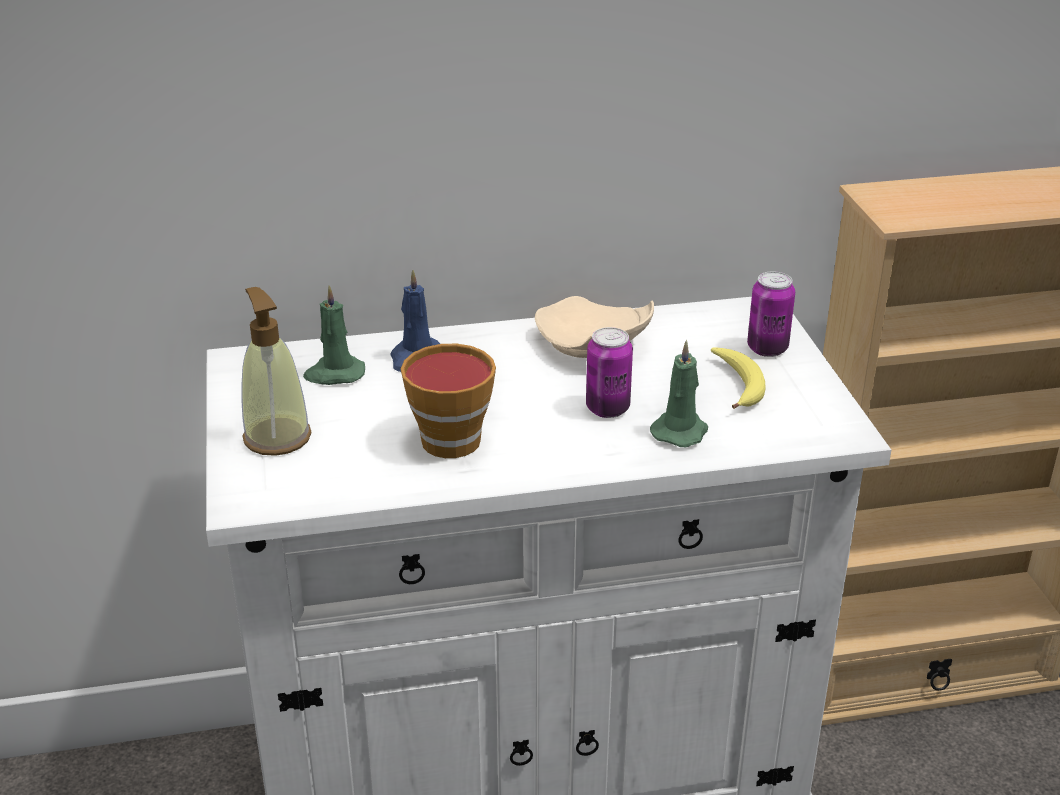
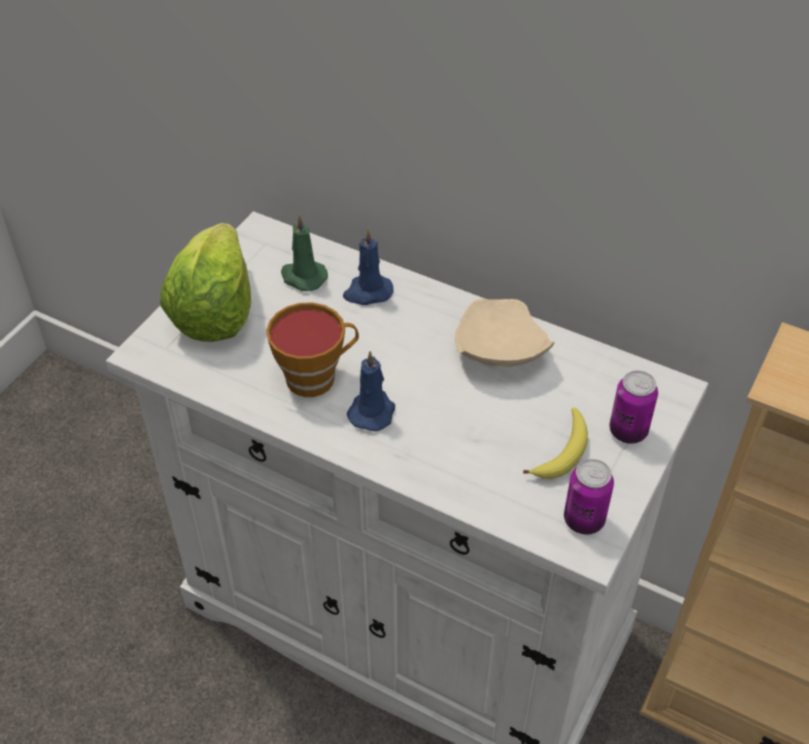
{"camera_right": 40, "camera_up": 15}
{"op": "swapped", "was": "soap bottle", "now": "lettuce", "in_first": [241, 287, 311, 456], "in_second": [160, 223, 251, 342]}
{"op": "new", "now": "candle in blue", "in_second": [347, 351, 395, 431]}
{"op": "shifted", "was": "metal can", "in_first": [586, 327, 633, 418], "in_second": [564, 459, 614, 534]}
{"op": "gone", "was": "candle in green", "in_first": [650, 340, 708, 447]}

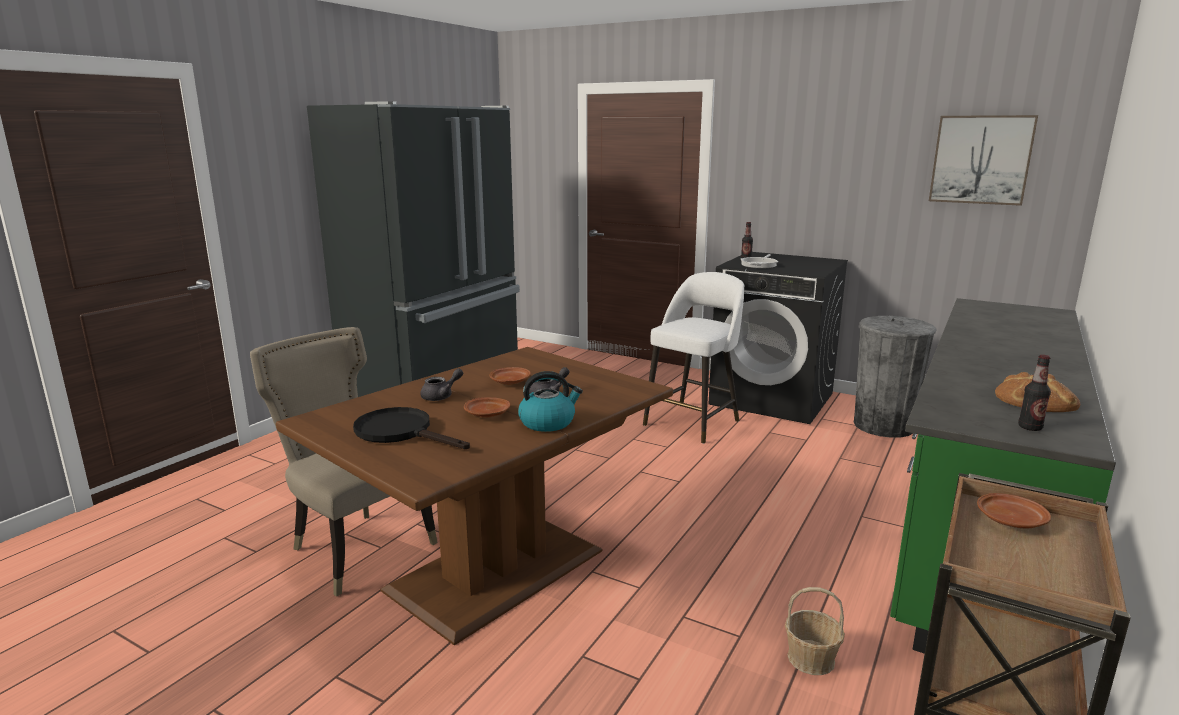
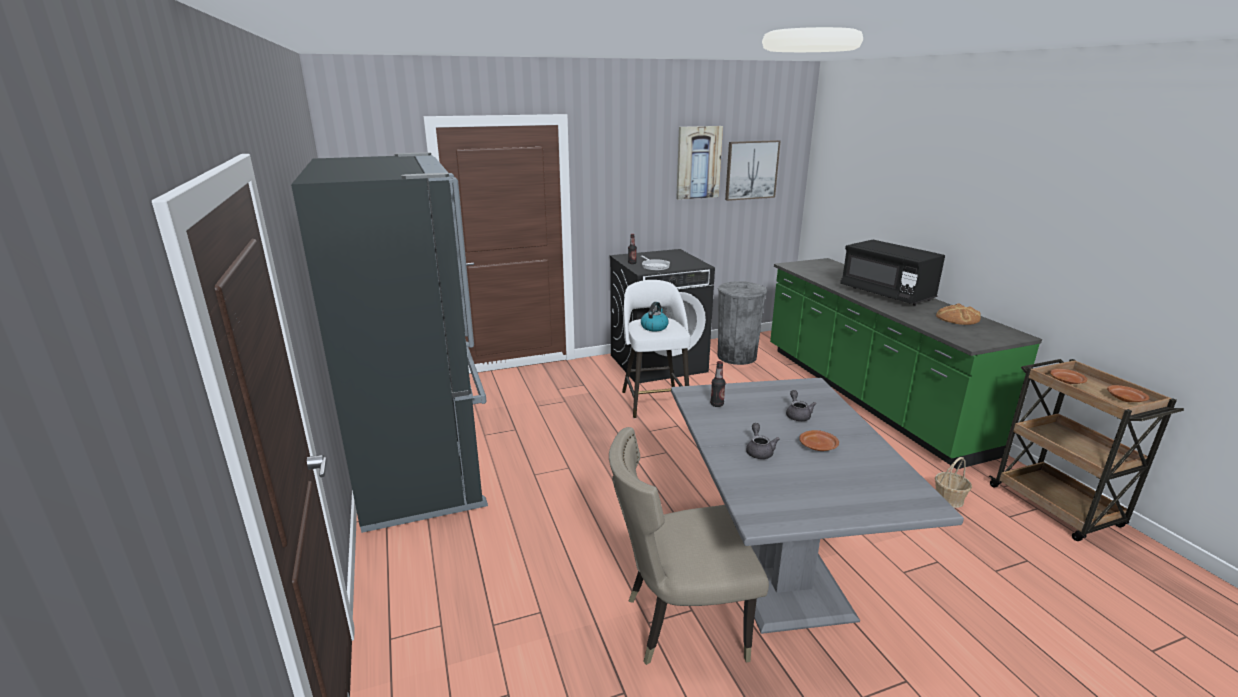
{"camera_right": -50, "camera_up": 5}
{"op": "shifted", "was": "kettle", "in_first": [518, 371, 583, 432], "in_second": [641, 302, 669, 331]}
{"op": "repainted", "was": "dinner table in brown-coloured", "now": "dinner table in grey", "in_first": [276, 347, 673, 645], "in_second": [671, 378, 964, 634]}
{"op": "new", "now": "wall art", "in_second": [676, 126, 723, 200]}
{"op": "shifted", "was": "drink bottle", "in_first": [1018, 355, 1051, 431], "in_second": [710, 361, 726, 407]}
{"op": "new", "now": "microwave in black-coloured", "in_second": [840, 240, 945, 306]}
{"op": "shifted", "was": "plate in brown-coloured", "in_first": [489, 367, 531, 385], "in_second": [1107, 385, 1149, 402]}
{"op": "gone", "was": "pan in black-coloured", "in_first": [353, 407, 470, 449]}

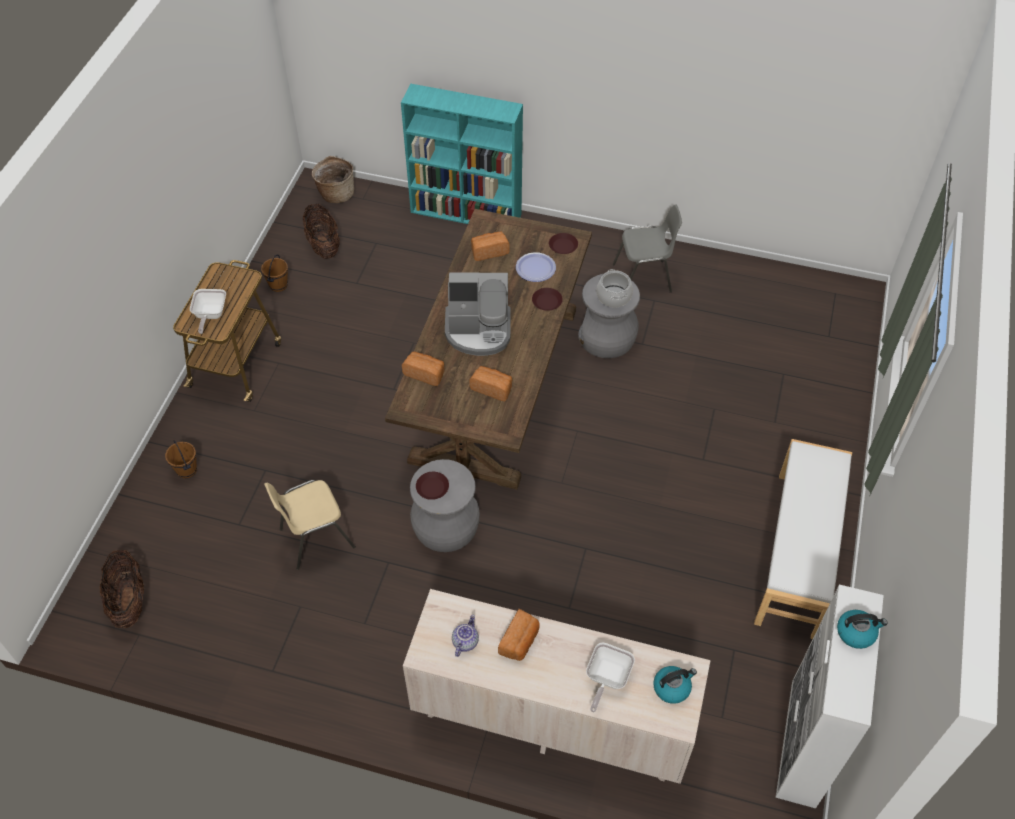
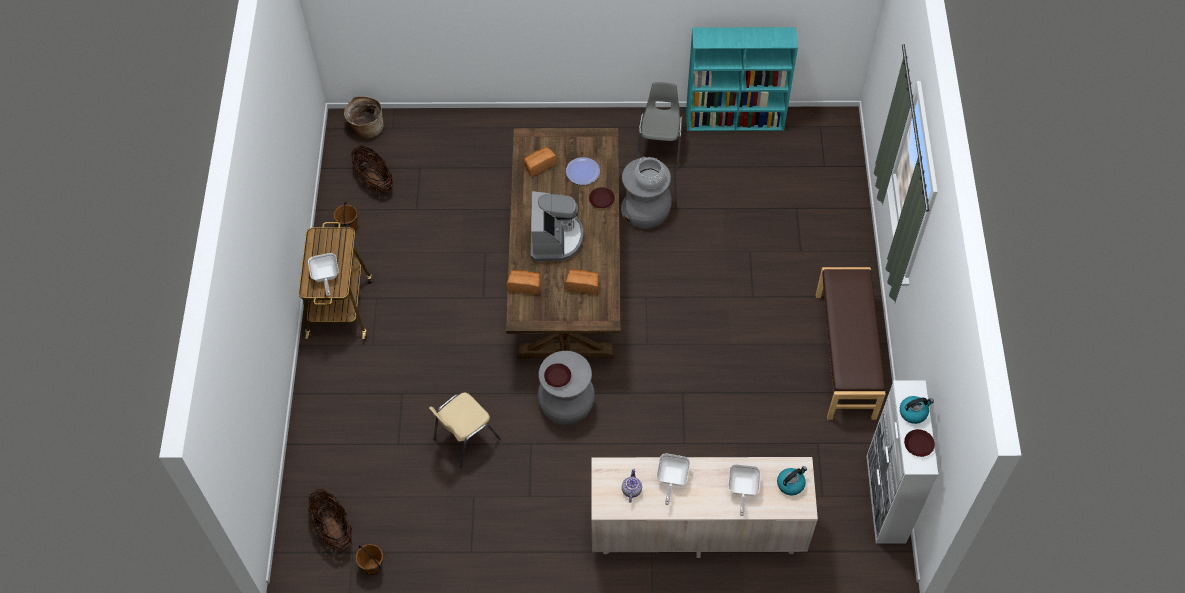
{"camera_right": -15, "camera_up": 5}
{"op": "shifted", "was": "water bucket in brown-coloured", "in_first": [165, 440, 197, 479], "in_second": [356, 544, 383, 575]}
{"op": "rotated", "was": "coffee brewer", "in_first": [445, 273, 511, 356], "in_second": [531, 191, 583, 261], "clockwise": -75}
{"op": "rotated", "was": "plain chair in grey", "in_first": [613, 205, 682, 293], "in_second": [637, 82, 683, 170], "clockwise": -60}
{"op": "swapped", "was": "bread", "now": "pan", "in_first": [498, 609, 540, 661], "in_second": [656, 454, 690, 505]}
{"op": "shifted", "was": "shelving unit in turquoise", "in_first": [401, 84, 523, 224], "in_second": [686, 27, 798, 131]}
{"op": "repainted", "was": "indoor bench in white-coloured", "now": "indoor bench in brown-coloured", "in_first": [754, 439, 852, 639], "in_second": [816, 267, 886, 420]}
{"op": "shifted", "was": "plate in brown-coloured", "in_first": [549, 233, 578, 254], "in_second": [904, 429, 935, 457]}

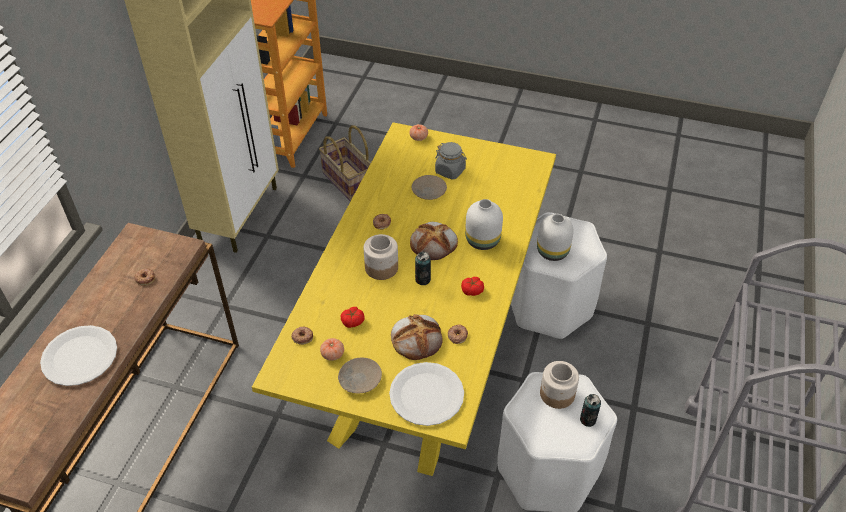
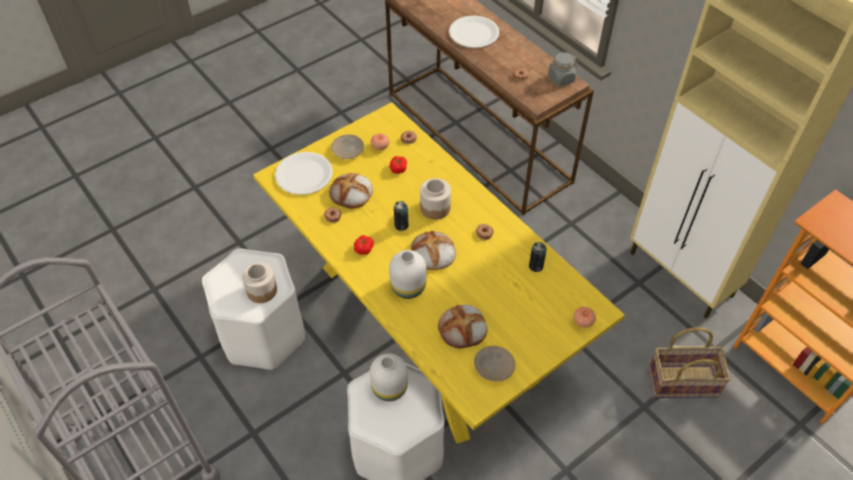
{"camera_right": 125, "camera_up": 5}
{"op": "new", "now": "bread", "in_second": [438, 305, 487, 348]}
{"op": "shifted", "was": "plate in beige", "in_first": [412, 175, 447, 200], "in_second": [474, 346, 515, 381]}
{"op": "shifted", "was": "metal can", "in_first": [580, 394, 601, 427], "in_second": [529, 242, 547, 272]}
{"op": "shifted", "was": "storage jar in grey", "in_first": [435, 142, 467, 180], "in_second": [548, 52, 577, 86]}

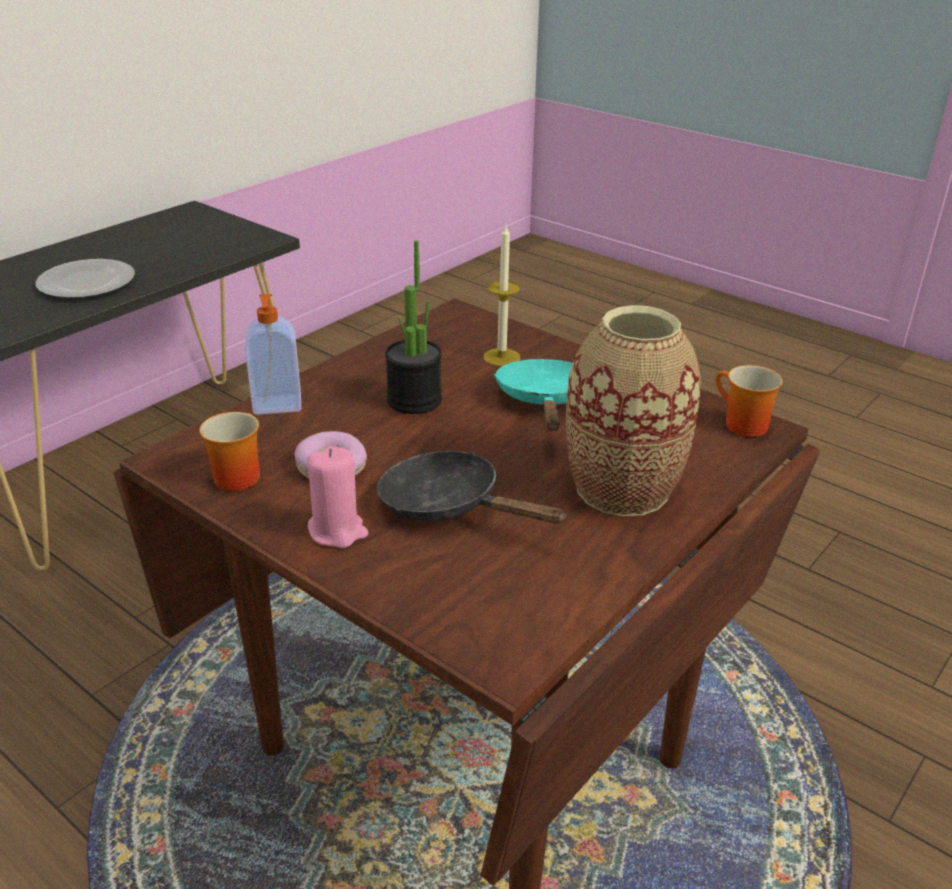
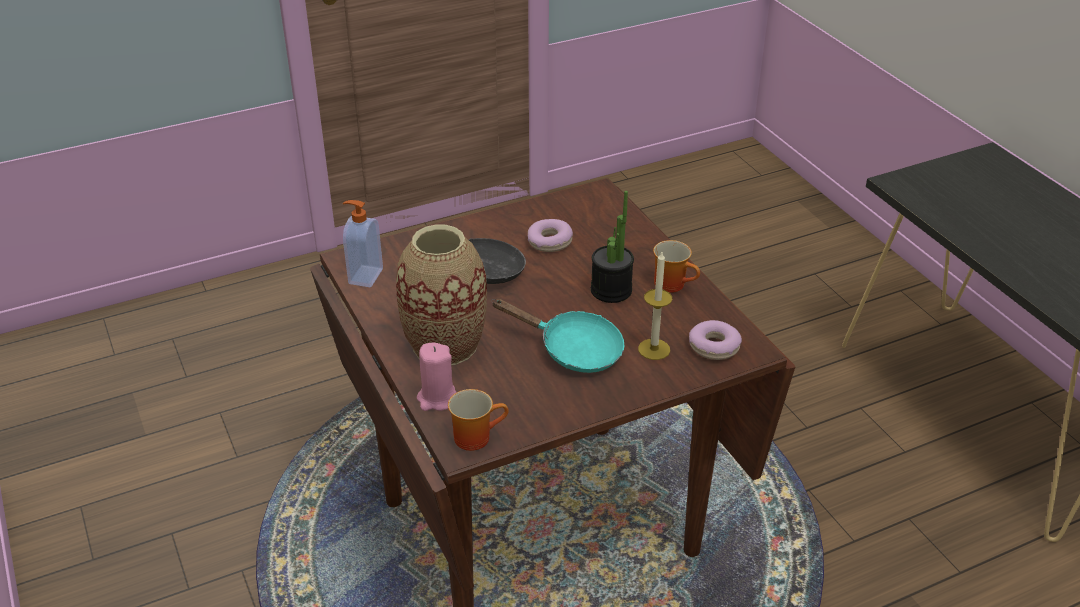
{"camera_right": 115, "camera_up": 5}
{"op": "shifted", "was": "soap bottle", "in_first": [245, 294, 301, 415], "in_second": [343, 200, 383, 288]}
{"op": "shifted", "was": "candle in pinkish", "in_first": [307, 446, 368, 548], "in_second": [417, 343, 457, 411]}
{"op": "shifted", "was": "mug", "in_first": [199, 412, 260, 491], "in_second": [653, 240, 700, 293]}
{"op": "new", "now": "doughnut", "in_second": [689, 320, 742, 360]}
{"op": "gone", "was": "plate", "in_first": [36, 259, 135, 298]}

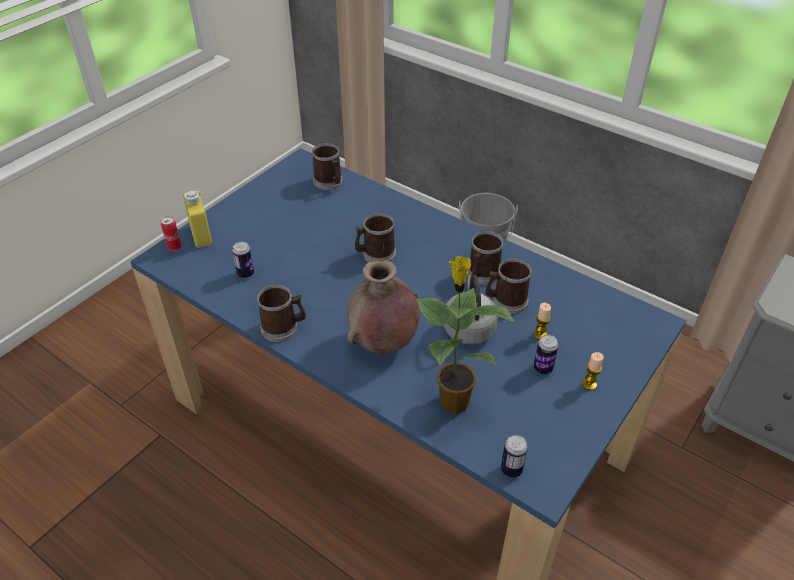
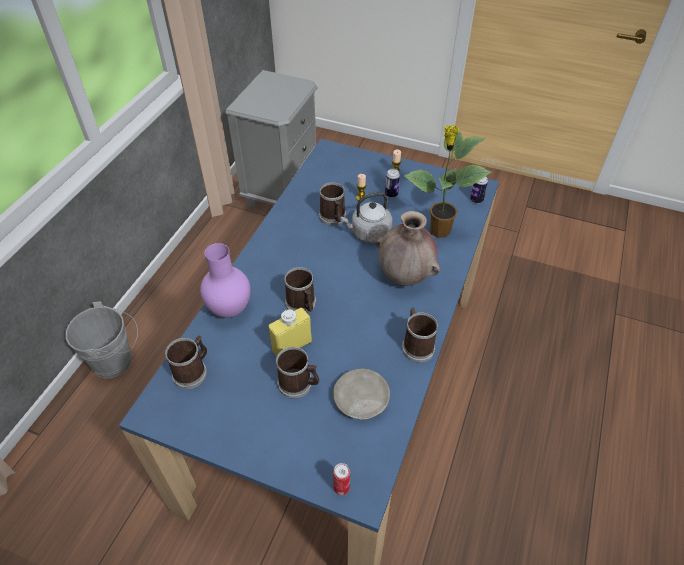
{"camera_right": -105, "camera_up": 5}
{"op": "new", "now": "vase in purplish", "in_second": [200, 243, 251, 318]}
{"op": "shifted", "was": "drink bottle in yellow", "in_first": [183, 191, 212, 248], "in_second": [268, 308, 312, 357]}
{"op": "shifted", "was": "mug", "in_first": [468, 231, 503, 285], "in_second": [276, 347, 319, 399]}
{"op": "swapped", "was": "metal can", "now": "plate in beige", "in_first": [232, 242, 254, 278], "in_second": [333, 369, 390, 420]}

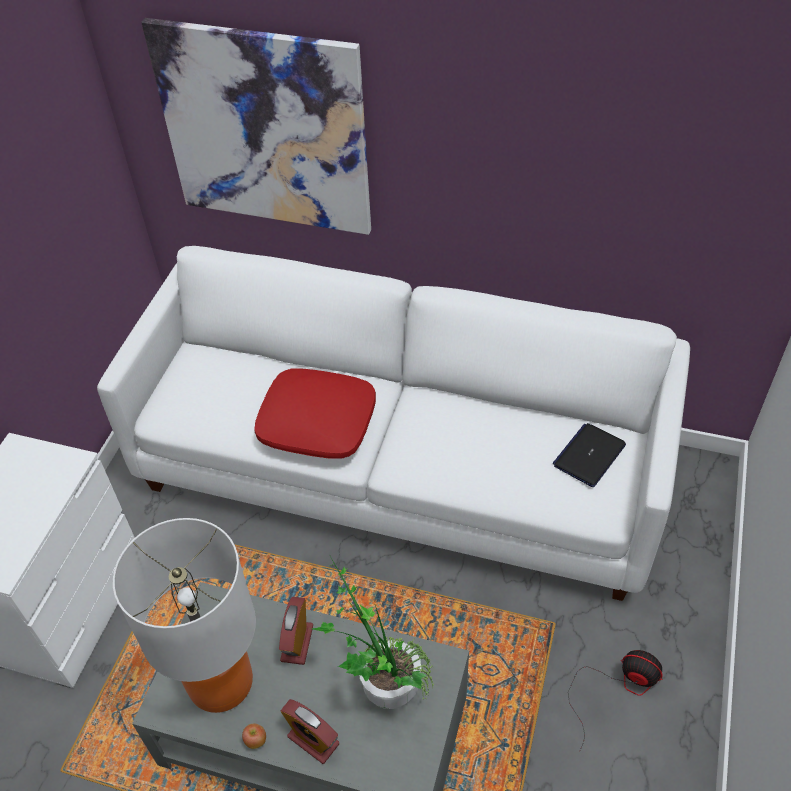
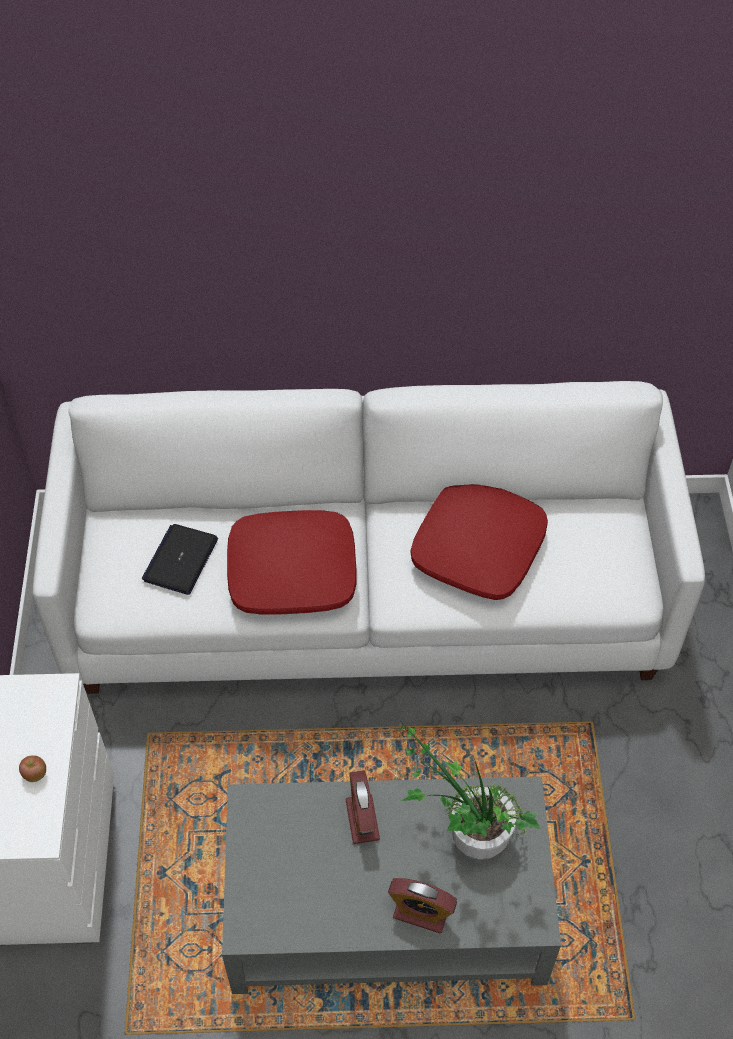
{"camera_right": -20, "camera_up": 5}
{"op": "shifted", "was": "apple", "in_first": [242, 724, 266, 749], "in_second": [19, 755, 46, 782]}
{"op": "shifted", "was": "laptop", "in_first": [552, 423, 626, 487], "in_second": [142, 524, 218, 595]}
{"op": "new", "now": "throw pillow in red", "in_second": [410, 484, 548, 600]}
{"op": "gone", "was": "table lamp", "in_first": [113, 518, 256, 713]}
{"op": "gone", "was": "wall art", "in_first": [141, 18, 371, 235]}
{"op": "gone", "was": "fan", "in_first": [568, 650, 663, 750]}

